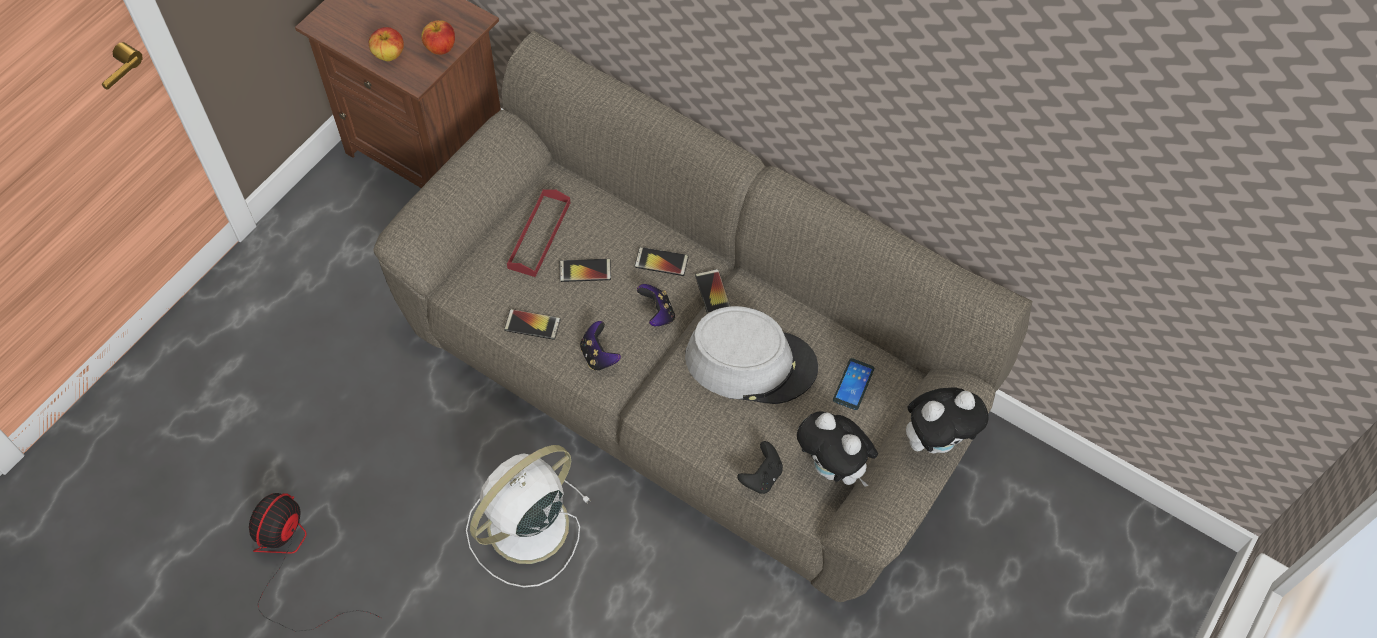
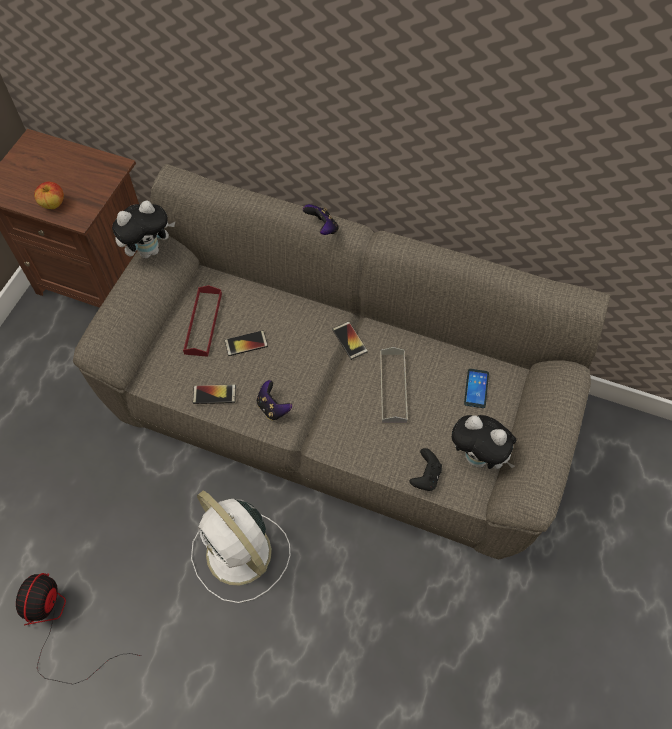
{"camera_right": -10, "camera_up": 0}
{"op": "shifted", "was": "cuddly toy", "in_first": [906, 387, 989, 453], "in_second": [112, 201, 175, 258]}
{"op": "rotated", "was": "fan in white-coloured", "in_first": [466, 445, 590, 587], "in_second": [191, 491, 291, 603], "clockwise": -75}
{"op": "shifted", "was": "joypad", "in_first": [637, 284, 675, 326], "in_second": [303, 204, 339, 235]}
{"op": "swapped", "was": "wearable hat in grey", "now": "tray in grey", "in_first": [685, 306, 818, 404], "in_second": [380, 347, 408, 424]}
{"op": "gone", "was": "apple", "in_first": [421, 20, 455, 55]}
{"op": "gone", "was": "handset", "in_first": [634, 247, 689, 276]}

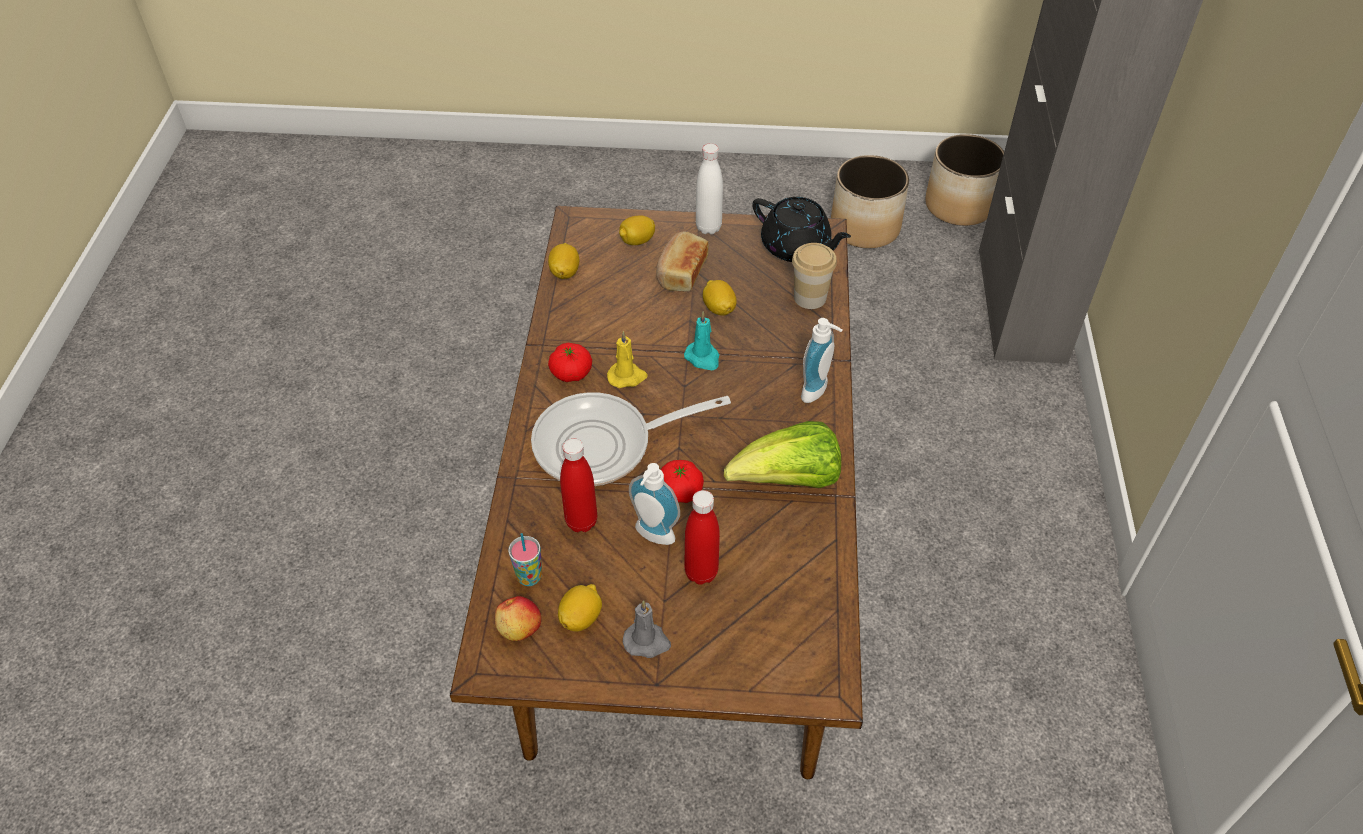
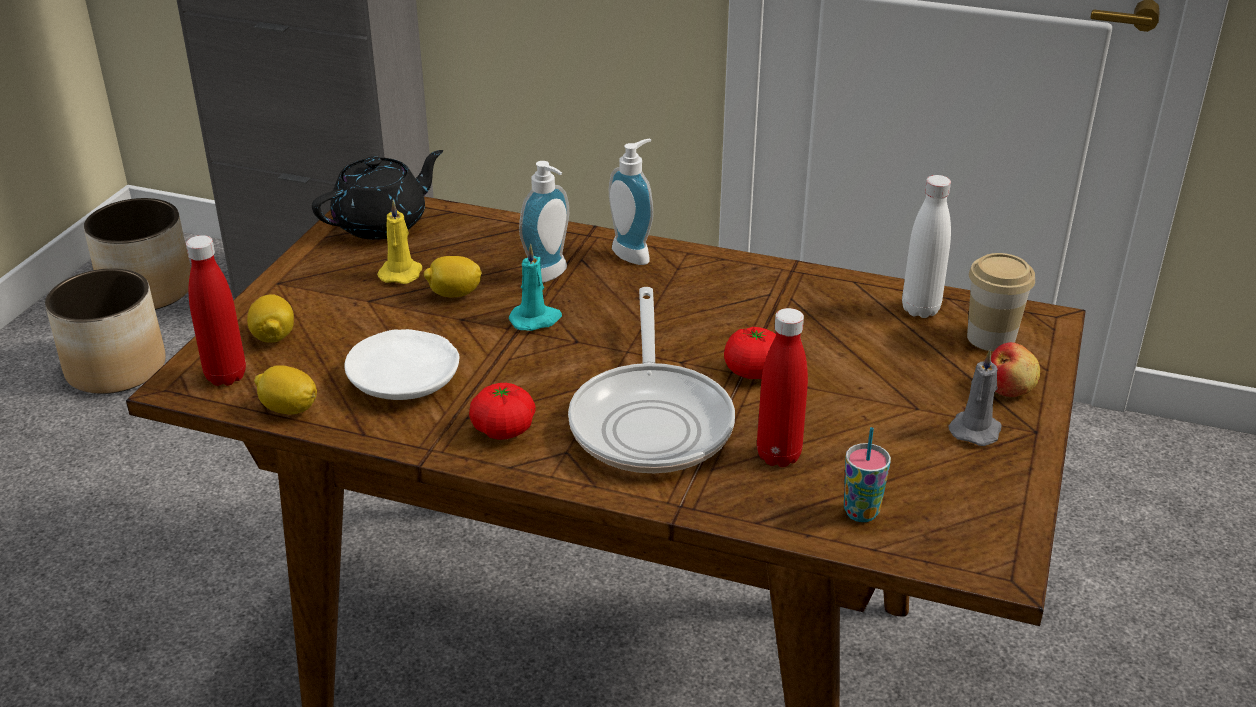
{"camera_right": -75, "camera_up": -15}
{"op": "shifted", "was": "drink bottle in red", "in_first": [684, 490, 720, 585], "in_second": [186, 235, 246, 386]}
{"op": "new", "now": "plate in white-coloured", "in_second": [345, 329, 459, 400]}
{"op": "shifted", "was": "candle in yellow", "in_first": [607, 331, 648, 388], "in_second": [377, 200, 422, 284]}
{"op": "shifted", "was": "soap bottle", "in_first": [629, 463, 680, 545], "in_second": [519, 161, 569, 283]}
{"op": "shifted", "was": "drink bottle in white-coloured", "in_first": [696, 143, 723, 234], "in_second": [902, 175, 951, 318]}
{"op": "shifted", "was": "small cup", "in_first": [792, 243, 837, 309], "in_second": [967, 253, 1035, 351]}
{"op": "shifted", "was": "apple", "in_first": [495, 596, 541, 641], "in_second": [991, 342, 1040, 397]}
{"op": "gone", "was": "whole lemon", "in_first": [558, 584, 602, 631]}
{"op": "gone", "was": "bread", "in_first": [656, 232, 709, 291]}
{"op": "gone", "was": "lettuce", "in_first": [724, 421, 841, 488]}

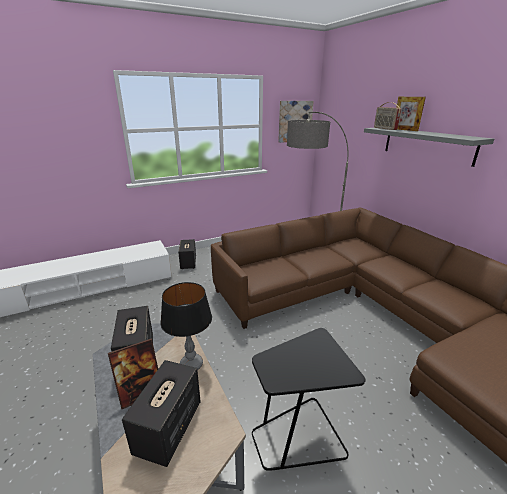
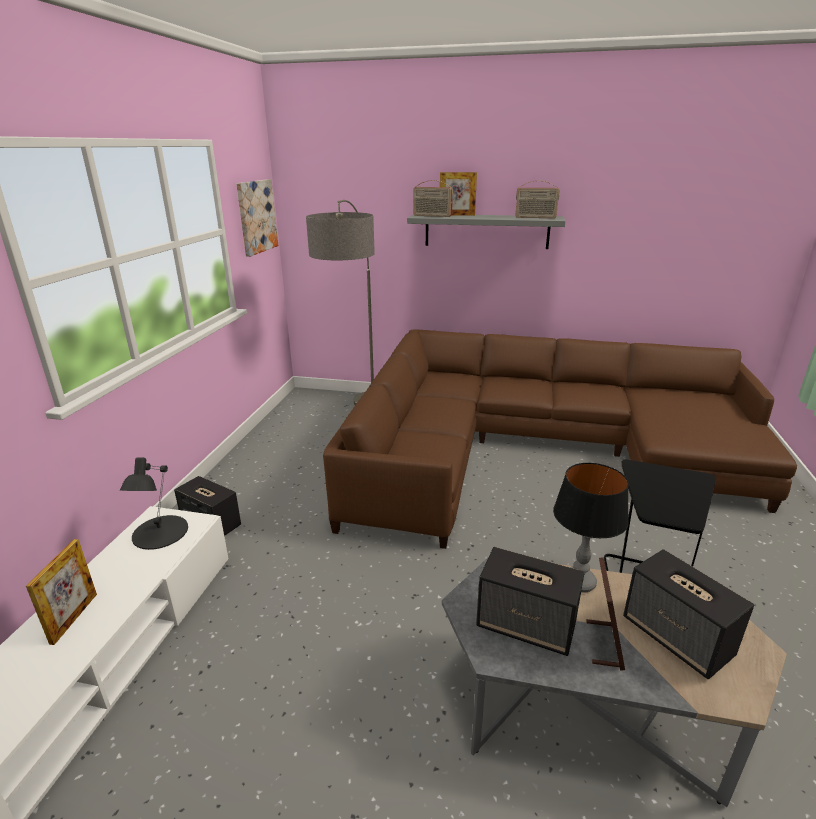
{"camera_right": -50, "camera_up": 0}
{"op": "new", "now": "standing frame", "in_second": [26, 539, 97, 645]}
{"op": "new", "now": "table lamp in black-coloured", "in_second": [120, 457, 188, 550]}
{"op": "new", "now": "radio set", "in_second": [515, 181, 560, 218]}

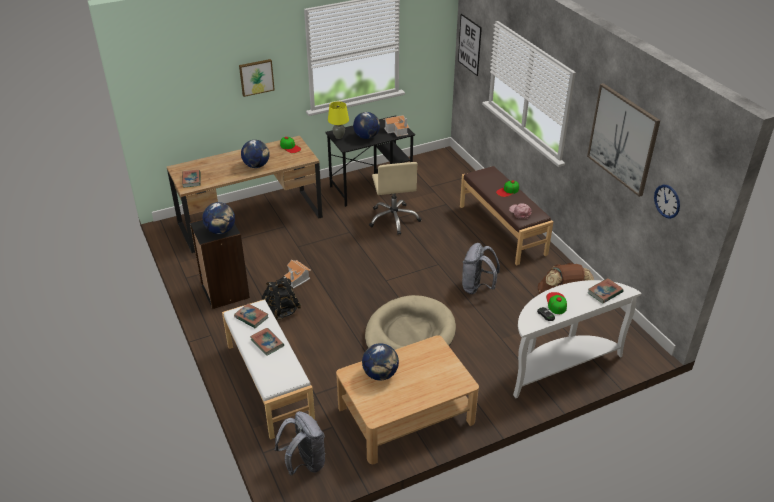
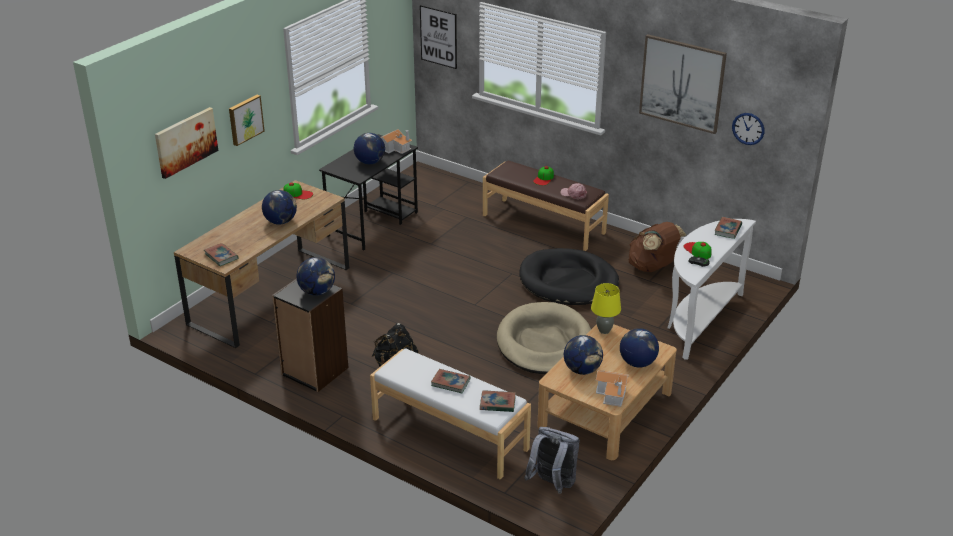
{"camera_right": -30, "camera_up": -5}
{"op": "new", "now": "wall art", "in_second": [155, 107, 218, 179]}
{"op": "shifted", "was": "bound book", "in_first": [234, 303, 269, 328], "in_second": [480, 390, 516, 412]}
{"op": "swapped", "was": "rucksack in grey", "now": "dog bed in black-coloured", "in_first": [462, 243, 500, 294], "in_second": [519, 248, 619, 305]}
{"op": "shifted", "was": "table lamp in yellow", "in_first": [328, 101, 349, 139], "in_second": [591, 283, 621, 334]}
{"op": "shifted", "was": "model house", "in_first": [283, 260, 311, 289], "in_second": [596, 370, 629, 407]}
{"op": "new", "now": "world globe", "in_second": [620, 328, 659, 368]}
{"op": "gone", "was": "office chair in beige", "in_first": [369, 162, 421, 235]}

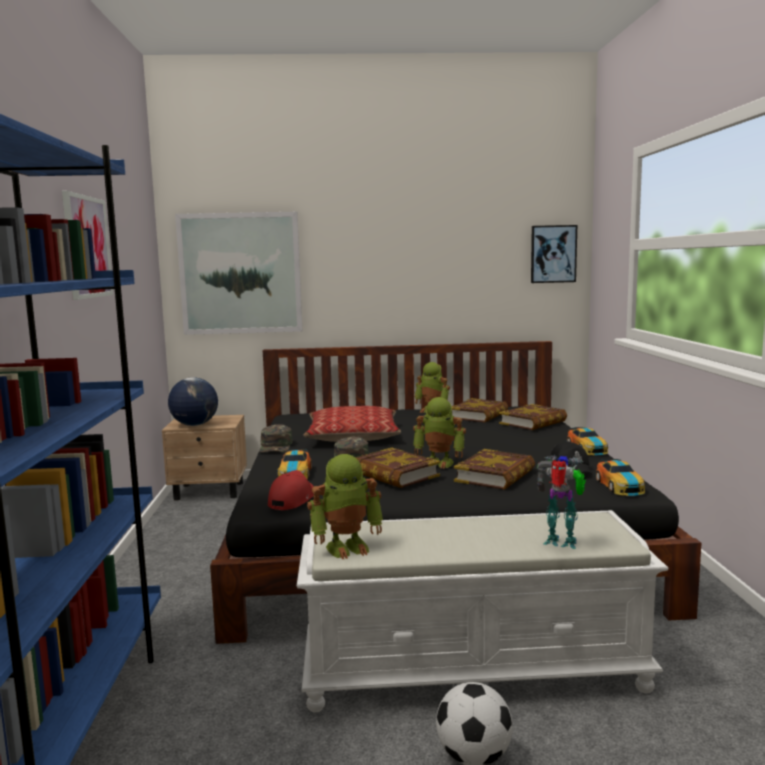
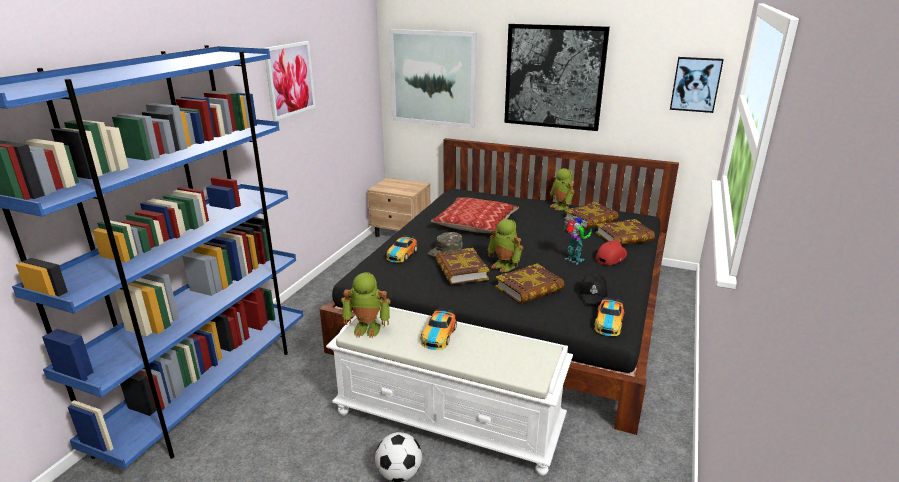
{"camera_right": 25, "camera_up": 15}
{"op": "shifted", "was": "toy car", "in_first": [567, 427, 608, 455], "in_second": [421, 309, 457, 350]}
{"op": "new", "now": "wall art", "in_second": [504, 24, 610, 131]}
{"op": "shifted", "was": "model robot", "in_first": [537, 455, 586, 549], "in_second": [564, 216, 592, 264]}
{"op": "shifted", "was": "cap in red", "in_first": [268, 470, 314, 510], "in_second": [596, 240, 627, 265]}
{"op": "gone", "was": "world globe", "in_first": [168, 377, 218, 426]}
{"op": "gone", "was": "cap in green", "in_first": [259, 424, 293, 452]}

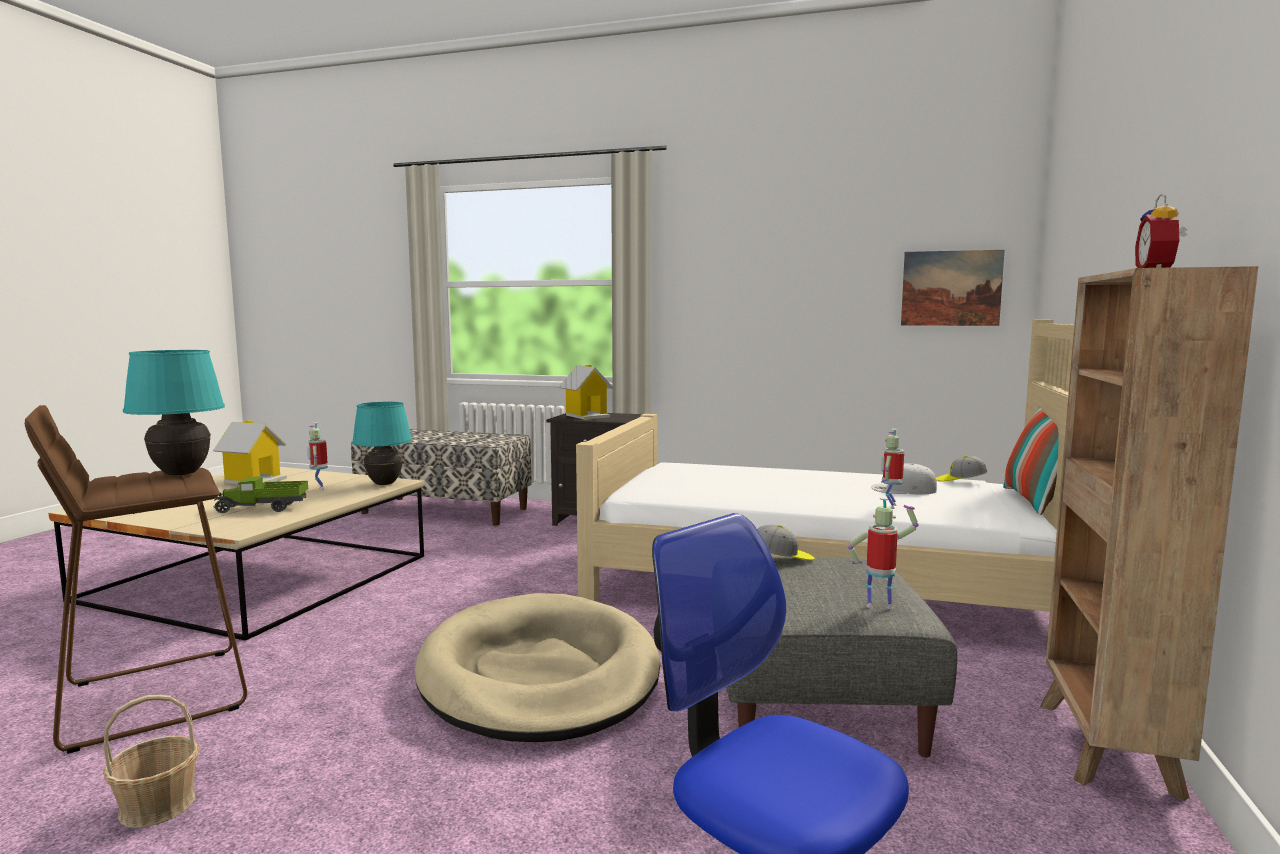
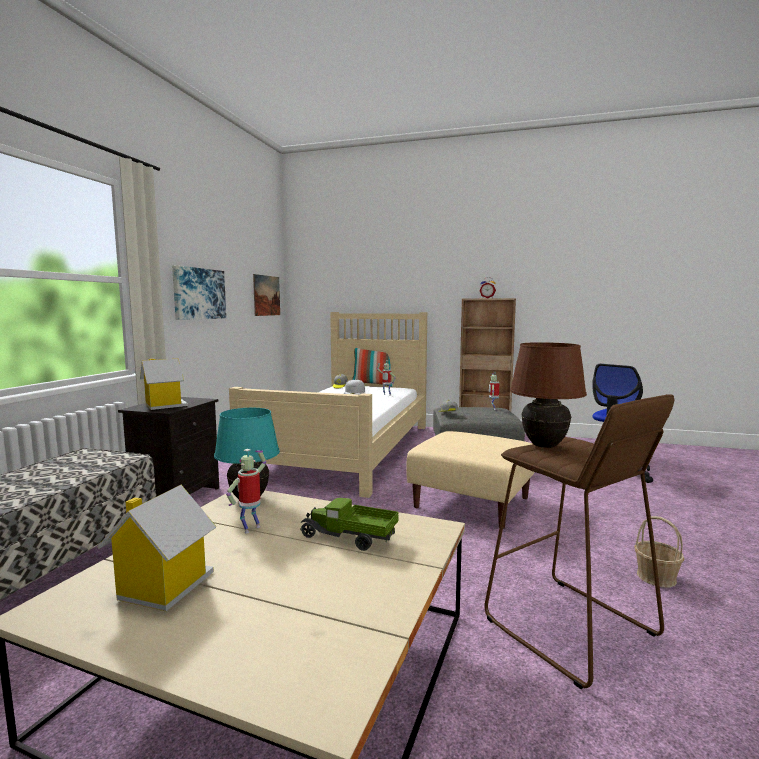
{"camera_right": -90, "camera_up": 0}
{"op": "new", "now": "wall art", "in_second": [172, 265, 226, 320]}
{"op": "rotated", "was": "model robot", "in_first": [307, 423, 328, 490], "in_second": [226, 449, 266, 534], "clockwise": 150}
{"op": "rotated", "was": "toy lorry", "in_first": [214, 476, 308, 513], "in_second": [300, 498, 399, 551], "clockwise": 120}
{"op": "swapped", "was": "dog bed in beige", "now": "footrest in beige", "in_first": [415, 593, 660, 742], "in_second": [407, 431, 535, 529]}
{"op": "repainted", "was": "table lamp in turquoise", "now": "table lamp in brown-coloured", "in_first": [123, 350, 225, 475], "in_second": [510, 342, 587, 448]}

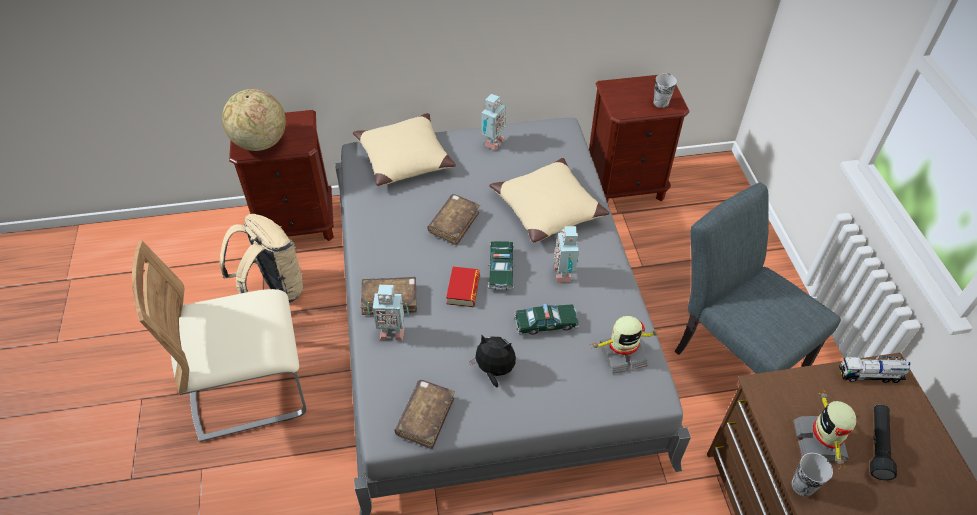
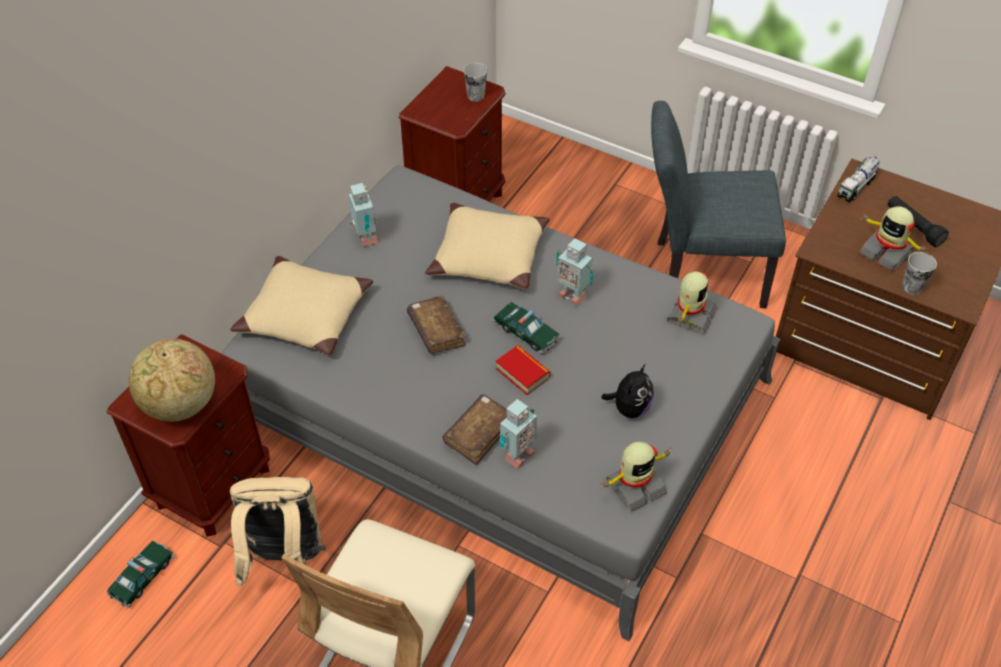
{"camera_right": -50, "camera_up": 0}
{"op": "shifted", "was": "toy car", "in_first": [514, 303, 579, 335], "in_second": [106, 540, 174, 608]}
{"op": "rotated", "was": "cuddly toy", "in_first": [469, 335, 516, 388], "in_second": [601, 365, 654, 418], "clockwise": 150}
{"op": "swapped", "was": "bound book in brown-coloured", "now": "model robot", "in_first": [394, 380, 455, 449], "in_second": [602, 442, 672, 511]}

